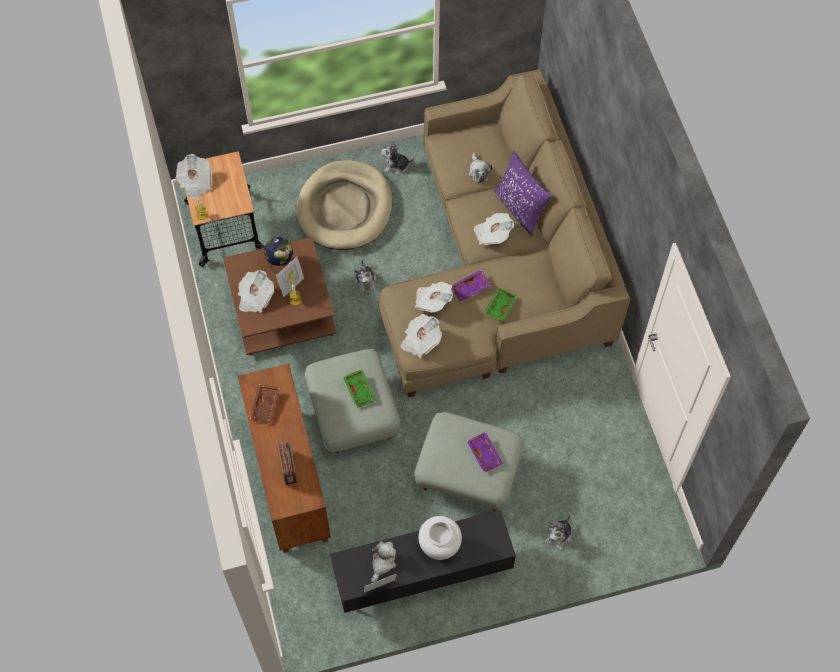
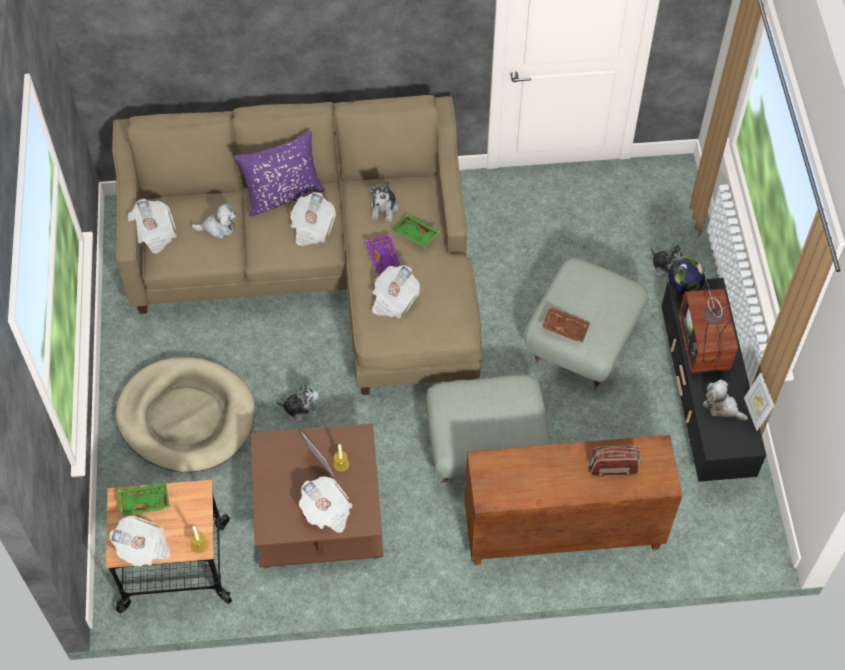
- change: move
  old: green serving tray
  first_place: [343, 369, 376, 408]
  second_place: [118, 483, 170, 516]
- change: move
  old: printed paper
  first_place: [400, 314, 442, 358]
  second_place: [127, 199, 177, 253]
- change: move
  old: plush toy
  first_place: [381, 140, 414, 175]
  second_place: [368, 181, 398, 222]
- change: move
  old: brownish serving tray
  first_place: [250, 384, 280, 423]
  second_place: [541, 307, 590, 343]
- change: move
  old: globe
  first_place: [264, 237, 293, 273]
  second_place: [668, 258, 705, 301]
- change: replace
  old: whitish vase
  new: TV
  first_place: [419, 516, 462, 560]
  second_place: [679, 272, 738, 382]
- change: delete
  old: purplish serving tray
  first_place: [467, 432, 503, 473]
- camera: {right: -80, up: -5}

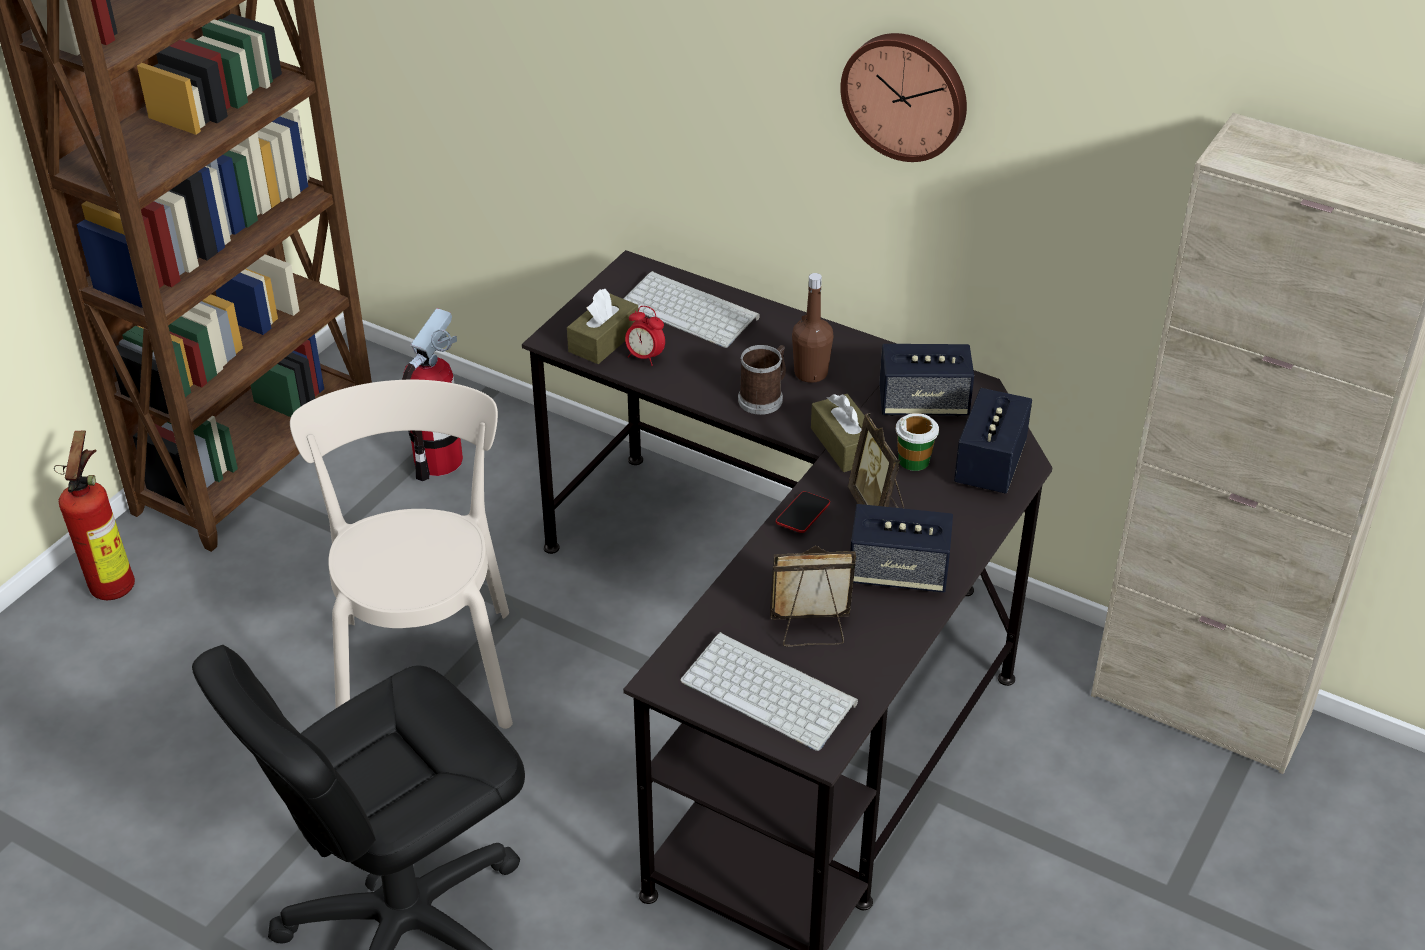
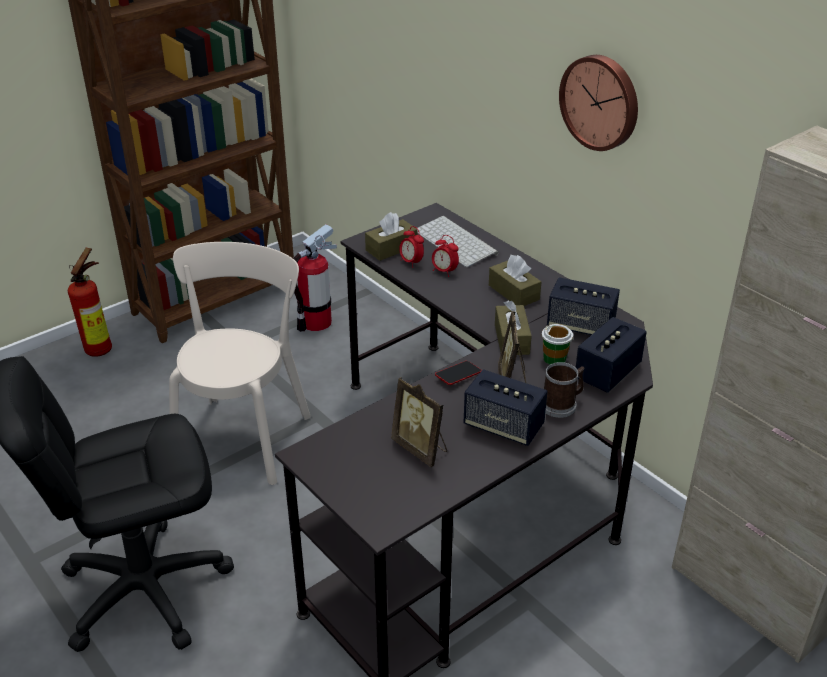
- change: rotate
  old: picture frame
  first_place: [770, 546, 856, 647]
  second_place: [391, 377, 447, 467]
  degrees: -150
- change: insert
  new: bedside clock
  second_place: [432, 235, 459, 277]
- change: replace
  old: brownish bottle
  new: brownish box of tissues
  first_place: [792, 273, 833, 383]
  second_place: [489, 255, 541, 306]
- change: move
  old: tea mug
  first_place: [738, 345, 786, 415]
  second_place: [544, 362, 585, 418]
- change: delete
  old: computer keyboard
  first_place: [680, 632, 858, 751]
- camera: {right: 20, up: -5}

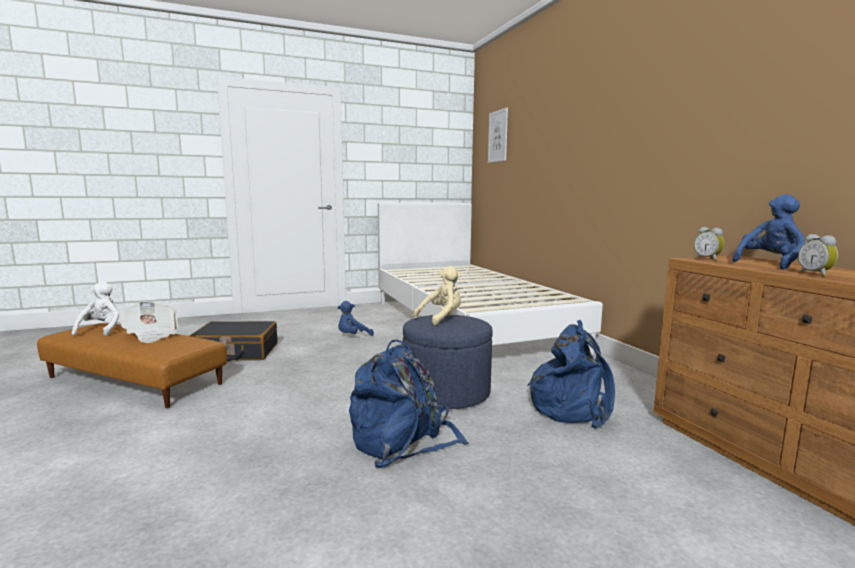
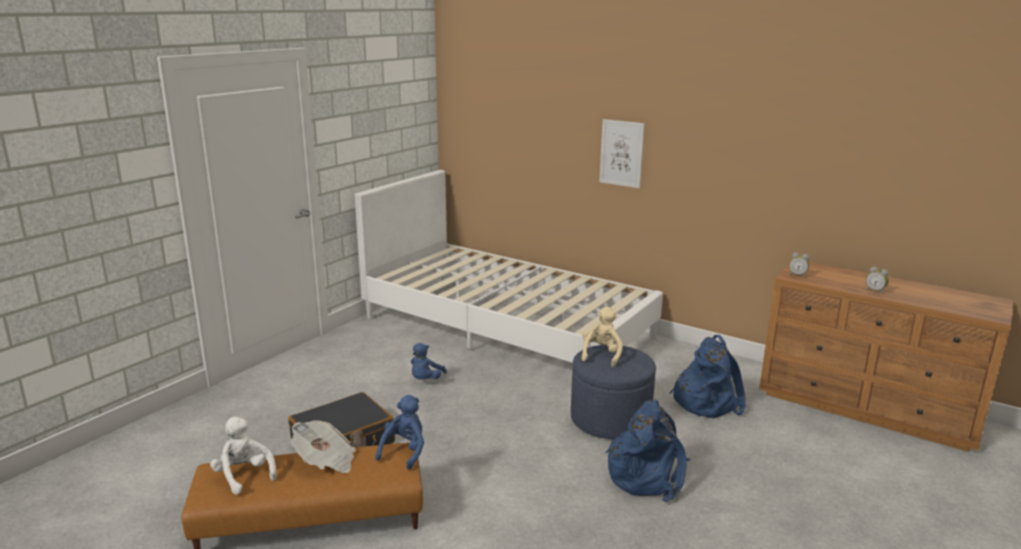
- change: move
  old: bluish plush toy
  first_place: [732, 194, 805, 270]
  second_place: [376, 395, 424, 470]
- change: move
  old: wall picture
  first_place: [488, 108, 508, 163]
  second_place: [599, 119, 645, 188]
- camera: {right: -35, up: 10}

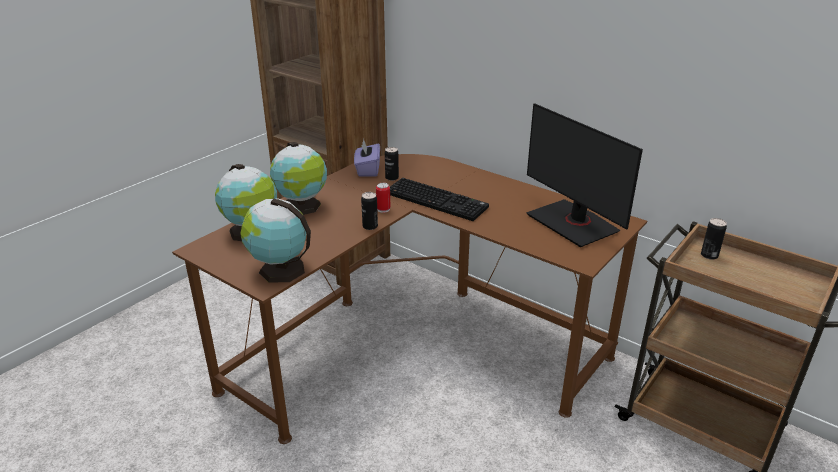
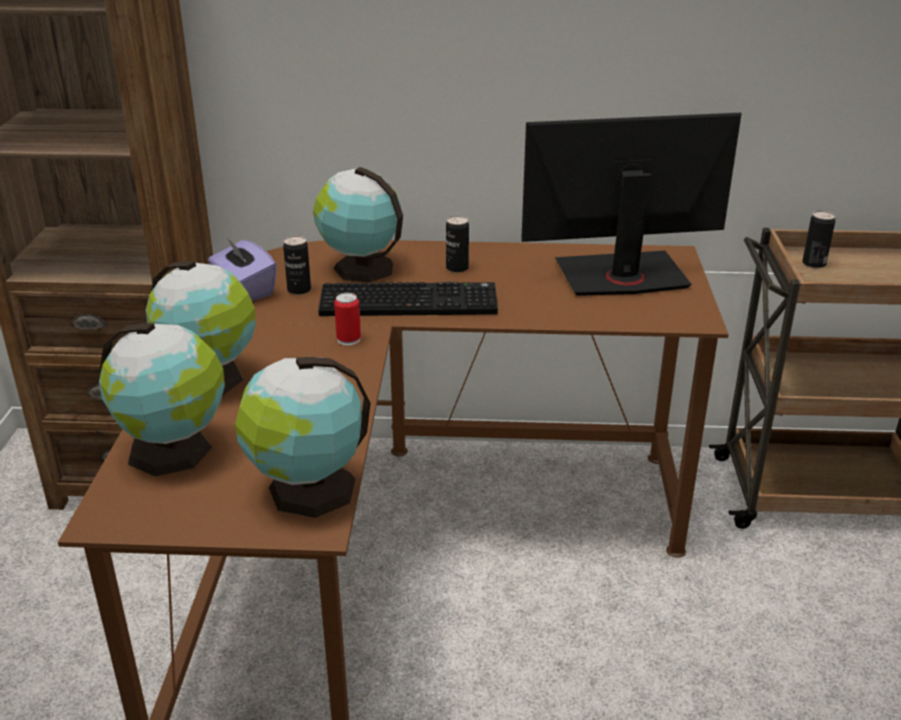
- change: insert
  new: globe
  second_place: [313, 167, 403, 283]
- change: move
  old: sealed can
  first_place: [361, 192, 378, 230]
  second_place: [446, 216, 469, 273]
- change: rotate
  old: computer display
  first_place: [526, 103, 643, 247]
  second_place: [521, 113, 742, 296]
  degrees: 150
- camera: {right: -35, up: 0}

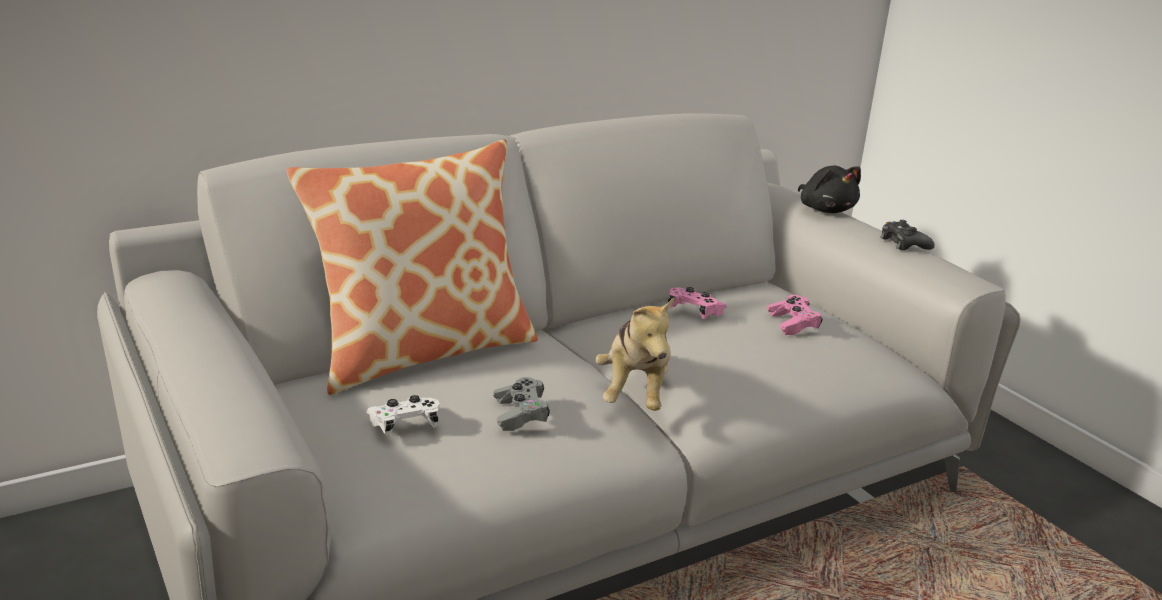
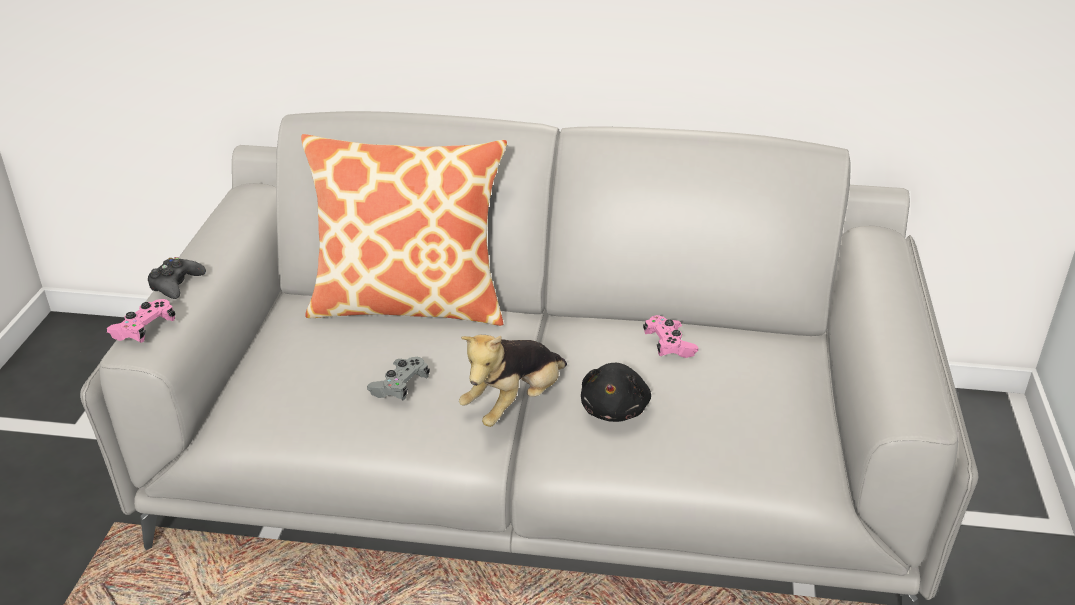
- change: move
  old: pink game controller
  first_place: [767, 295, 822, 335]
  second_place: [107, 299, 175, 343]
- change: move
  old: black game controller
  first_place: [880, 220, 935, 250]
  second_place: [148, 257, 206, 299]
- change: move
  old: black plush toy
  first_place: [798, 166, 861, 213]
  second_place: [581, 363, 651, 422]
- change: delete
  old: whitish game controller
  first_place: [366, 395, 440, 436]
- camera: {right: 40, up: 10}

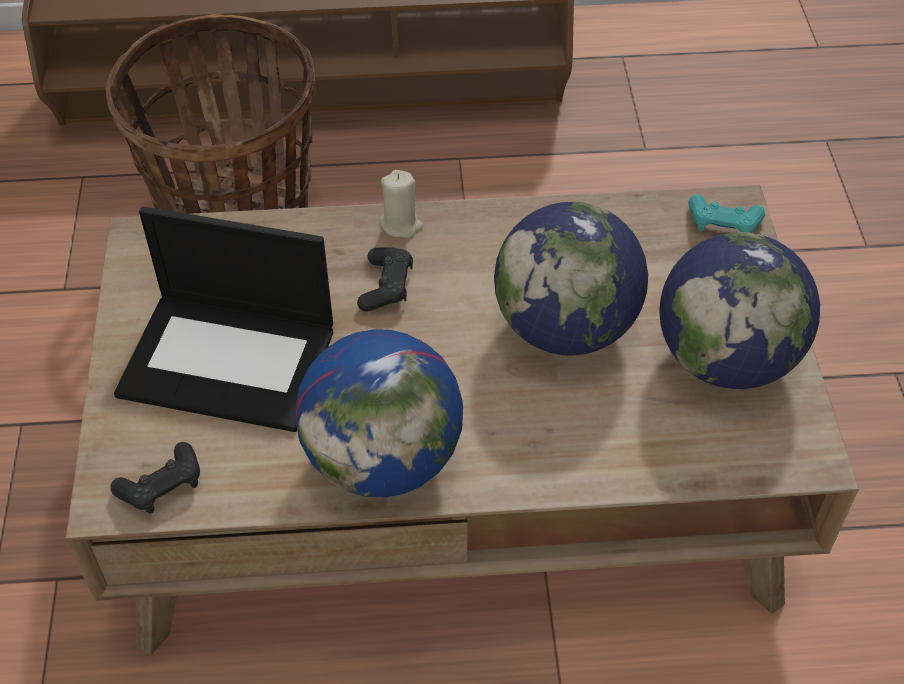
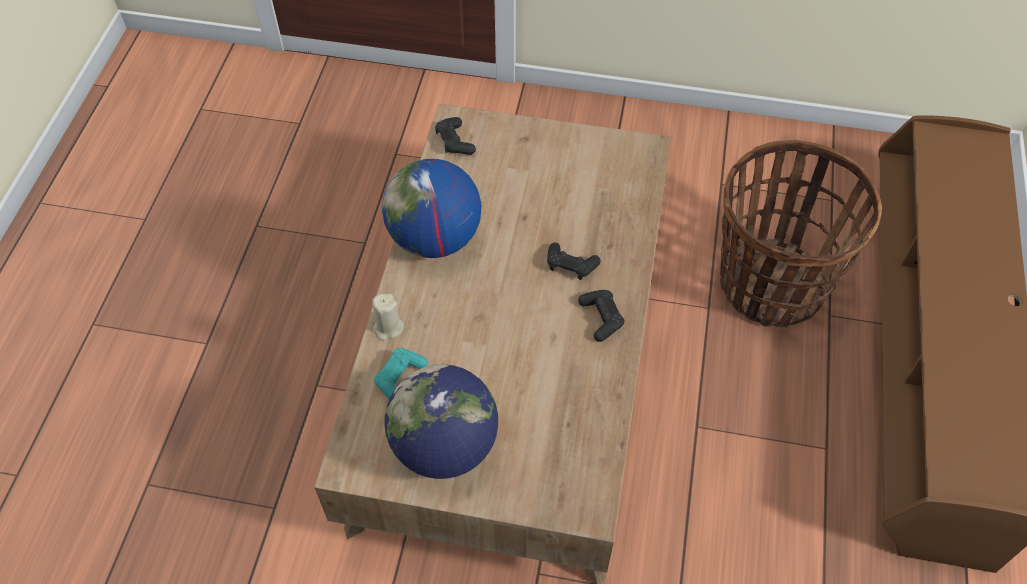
- change: move
  old: beige wax candle
  first_place: [380, 170, 423, 238]
  second_place: [372, 294, 404, 341]
- change: move
  old: turquoise-coloured game controller
  first_place: [688, 194, 765, 233]
  second_place: [374, 348, 428, 399]
- change: insert
  new: black game controller
  second_place: [578, 290, 624, 342]
- change: delete
  old: notebook computer
  first_place: [114, 206, 333, 432]
- change: delete
  old: globe
  first_place: [494, 202, 648, 356]
- camera: {right: 105, up: 5}

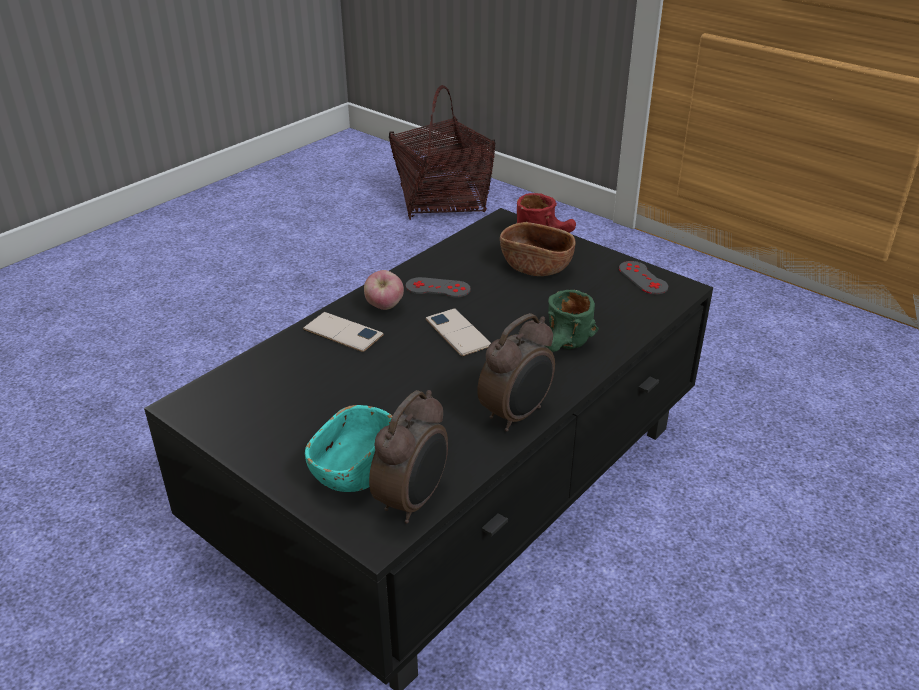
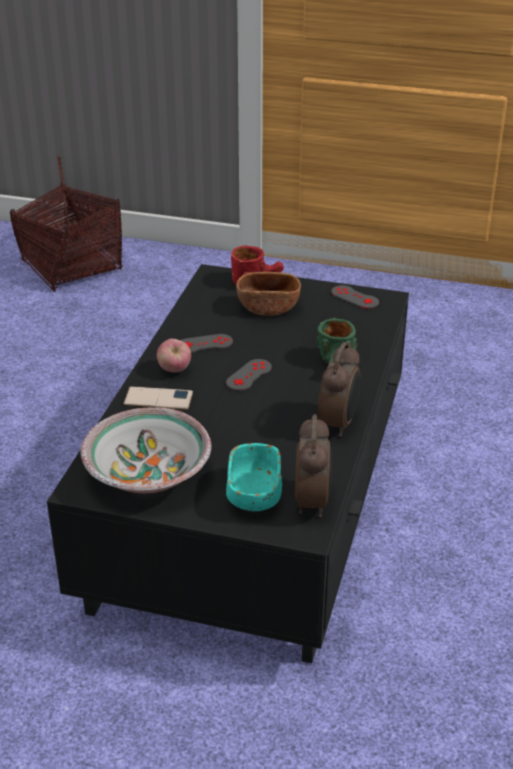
- change: insert
  new: bowl
  second_place: [80, 407, 212, 493]
- change: replace
  old: handset
  new: gray game controller
  first_place: [426, 308, 491, 356]
  second_place: [226, 359, 272, 391]
- camera: {right: -25, up: 0}

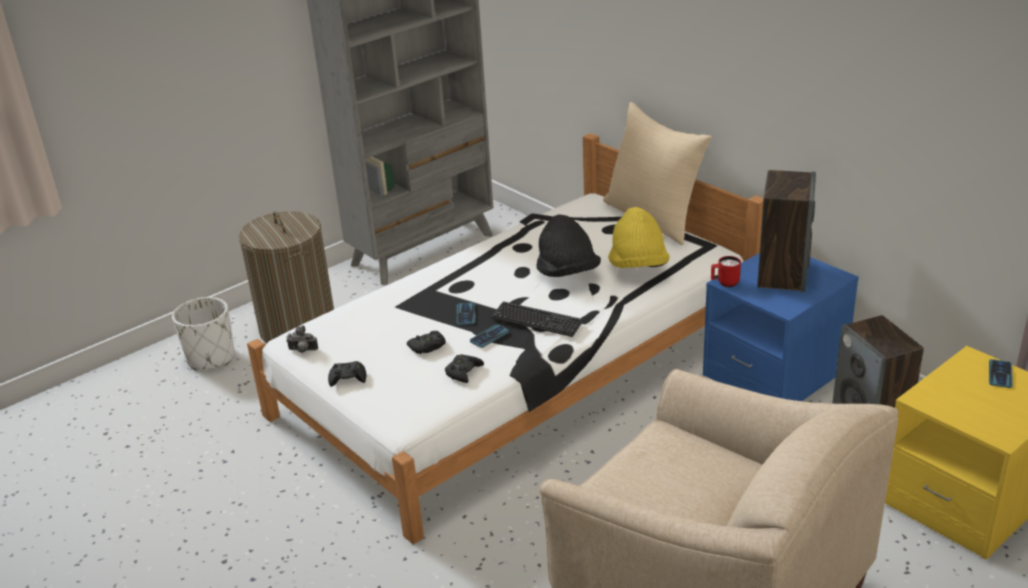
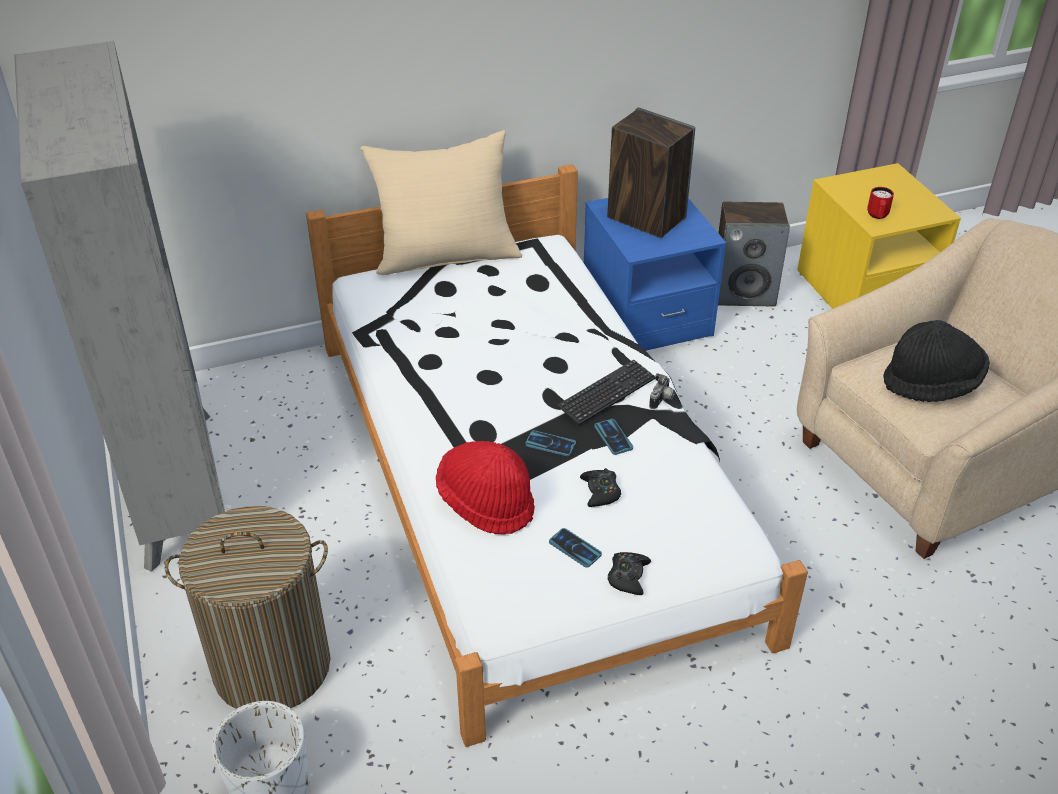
- change: insert
  new: red-coloured wearable hat
  second_place: [436, 441, 535, 535]
- change: move
  old: handset
  first_place: [989, 359, 1013, 388]
  second_place: [549, 528, 602, 568]
- change: move
  old: still camera
  first_place: [286, 325, 318, 353]
  second_place: [649, 373, 675, 409]
- change: move
  old: red-coloured tea mug
  first_place: [711, 256, 741, 287]
  second_place: [867, 187, 894, 219]
- change: move
  old: black wearable hat
  first_place: [536, 215, 601, 277]
  second_place: [884, 320, 990, 402]
- change: delete
  old: black game controller
  first_place: [445, 354, 484, 383]
- change: delete
  old: yellow wearable hat
  first_place: [608, 207, 670, 268]
- camera: {right: -70, up: 10}

